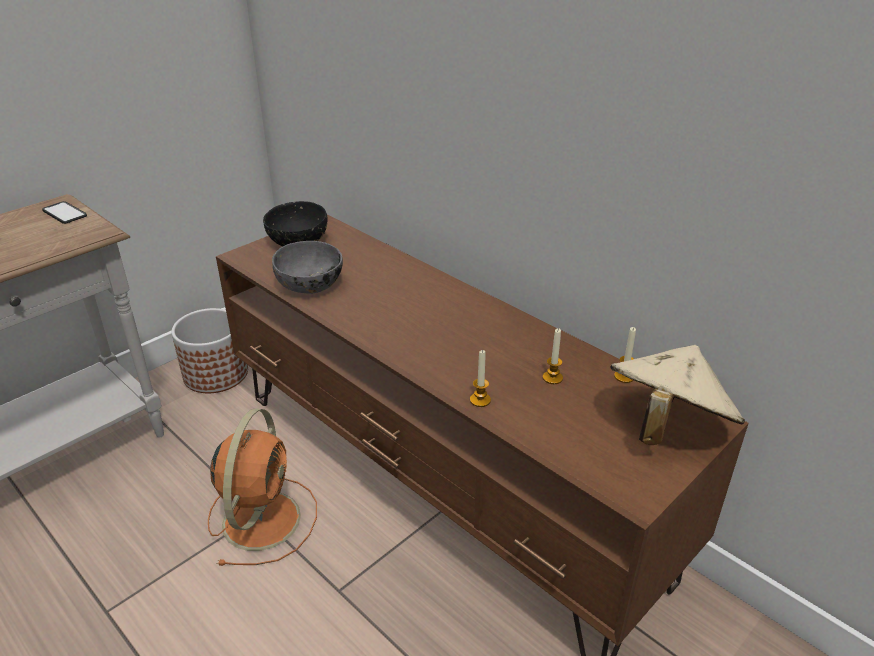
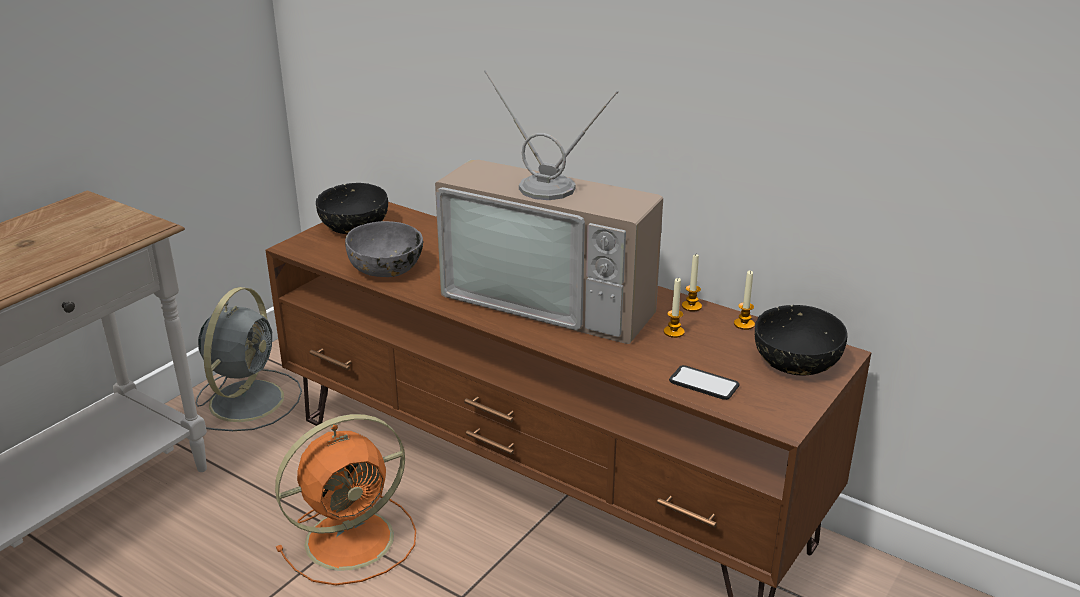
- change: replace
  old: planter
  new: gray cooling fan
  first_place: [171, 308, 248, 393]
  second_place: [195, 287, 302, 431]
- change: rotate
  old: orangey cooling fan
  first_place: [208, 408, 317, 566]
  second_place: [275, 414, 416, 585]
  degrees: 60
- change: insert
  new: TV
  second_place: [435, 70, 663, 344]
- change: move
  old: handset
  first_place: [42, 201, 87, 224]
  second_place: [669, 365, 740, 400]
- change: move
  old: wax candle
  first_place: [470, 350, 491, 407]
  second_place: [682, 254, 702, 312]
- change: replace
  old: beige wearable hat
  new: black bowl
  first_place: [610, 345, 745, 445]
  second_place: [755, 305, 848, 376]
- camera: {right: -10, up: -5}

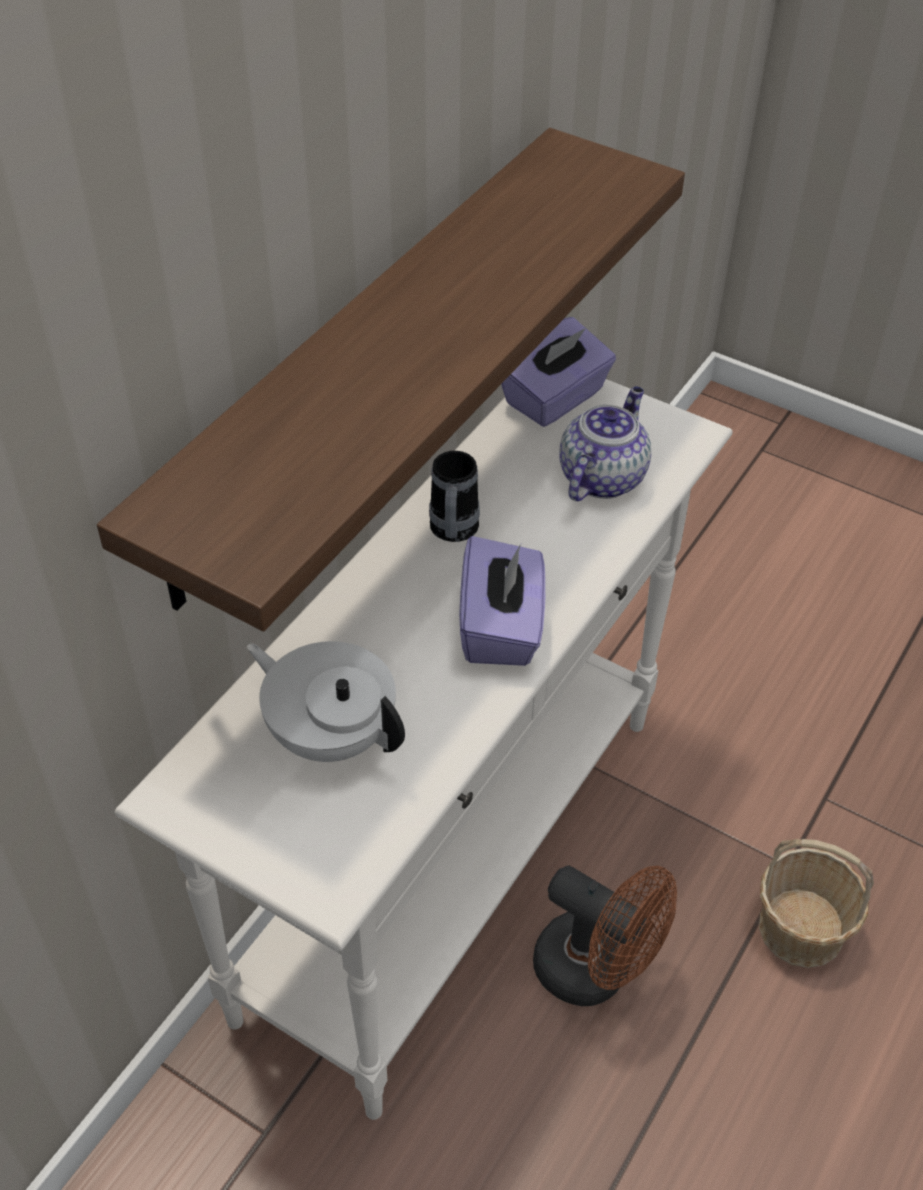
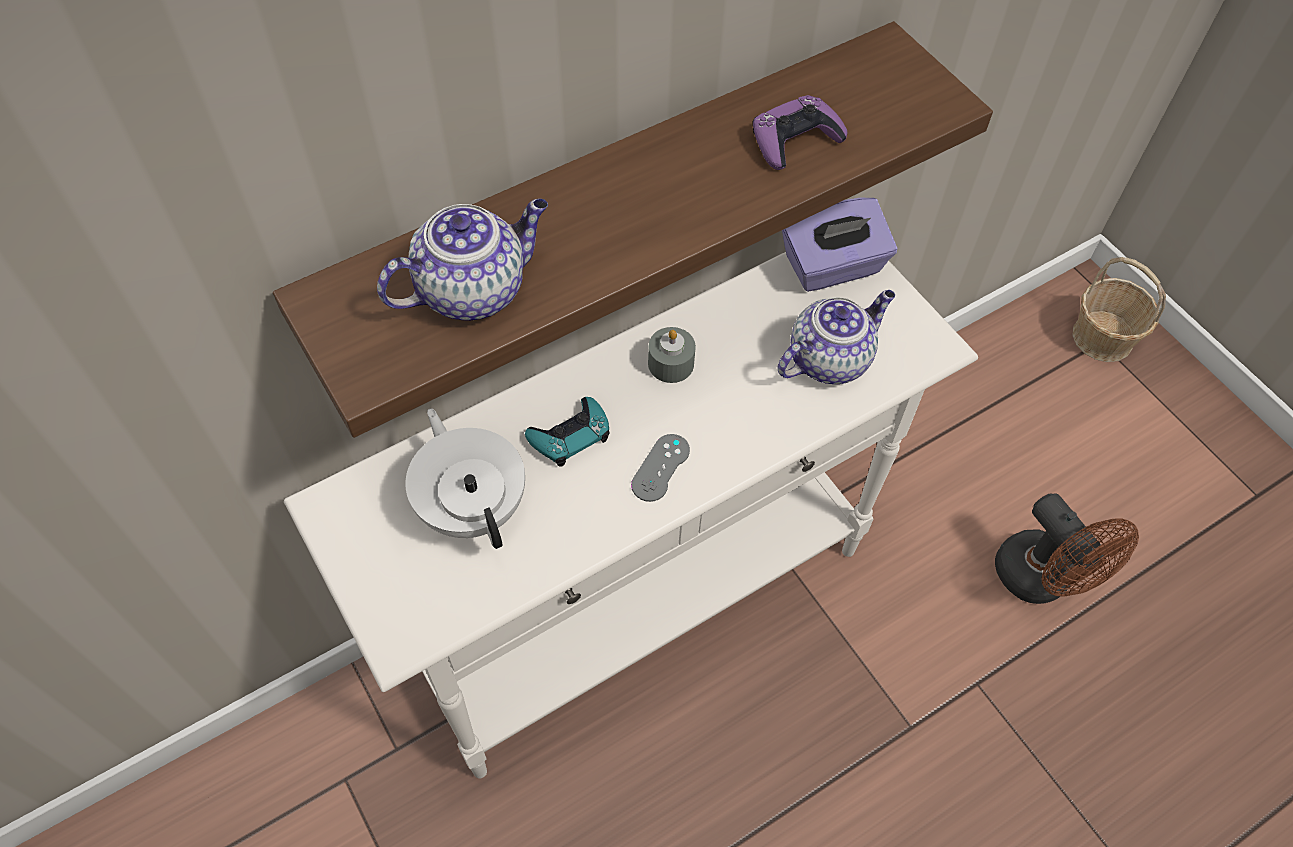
- change: insert
  new: pot for tea
  second_place: [377, 199, 548, 320]
- change: insert
  new: turquoise-coloured game controller
  second_place: [525, 397, 609, 467]
- change: replace
  old: purplish box of tissues
  new: gray game controller
  first_place: [459, 536, 546, 666]
  second_place: [631, 434, 690, 502]
- change: replace
  old: tea mug
  new: gray wax candle
  first_place: [429, 451, 480, 542]
  second_place: [648, 327, 696, 383]
- change: insert
  new: purplish game controller
  second_place: [752, 95, 847, 170]
- change: move
  old: brownish cooling fan
  first_place: [533, 865, 677, 1006]
  second_place: [995, 493, 1139, 604]
- change: move
  old: household basket
  first_place: [759, 839, 874, 968]
  second_place: [1072, 257, 1166, 362]
- camera: {right: 25, up: 10}

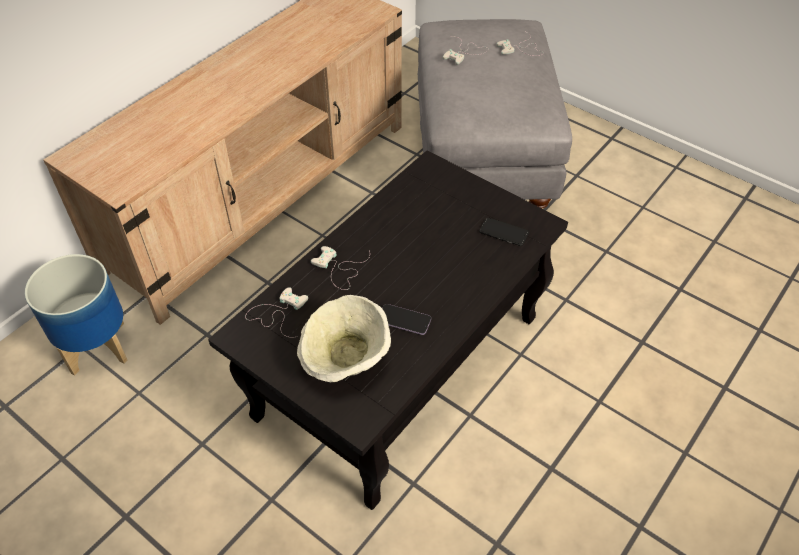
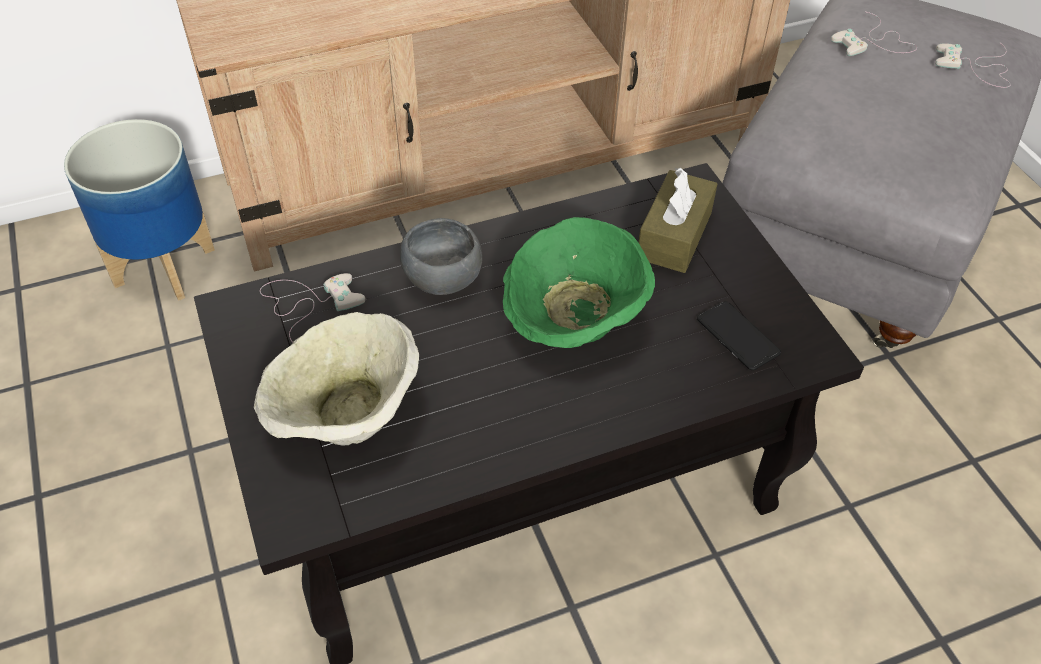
- change: replace
  old: whitish game controller
  new: gray bowl
  first_place: [311, 246, 370, 290]
  second_place: [400, 218, 483, 295]
- change: insert
  new: green bowl
  second_place: [503, 217, 655, 348]
- change: insert
  new: brownish box of tissues
  second_place: [638, 168, 717, 273]
- change: delete
  old: handset
  first_place: [382, 304, 431, 335]
- camera: {right: 30, up: 0}

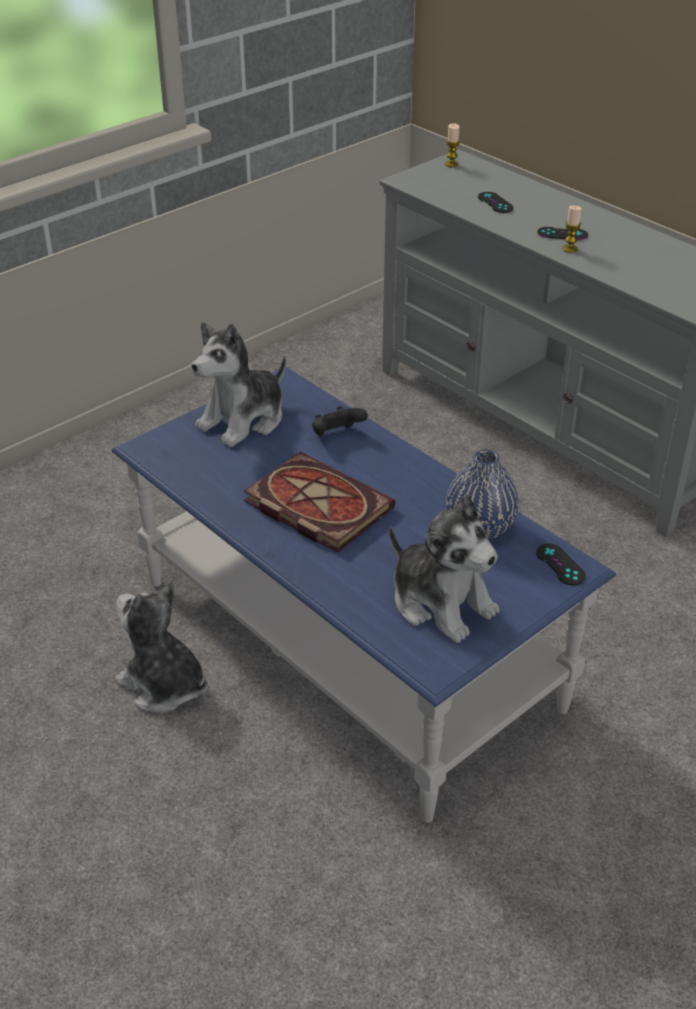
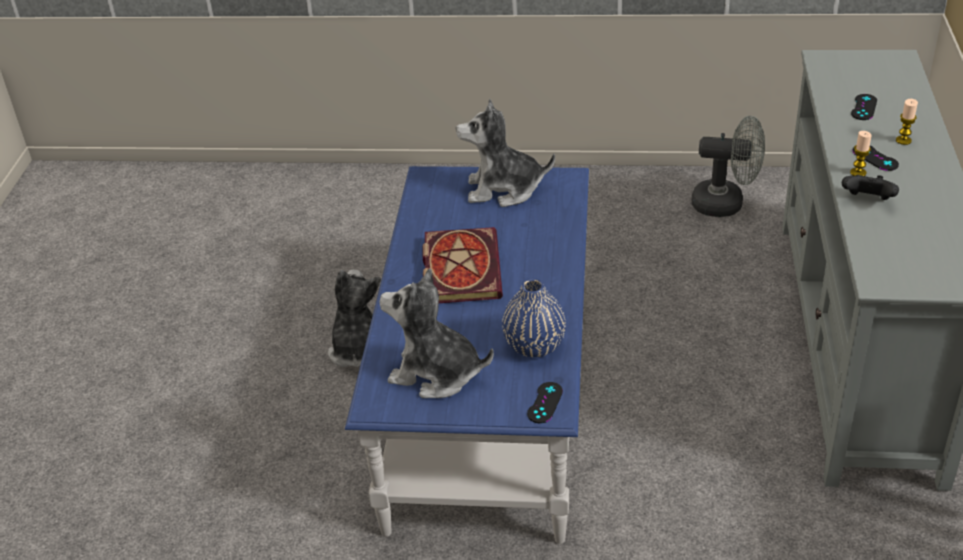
- change: rotate
  old: plush toy
  first_place: [389, 494, 500, 643]
  second_place: [379, 268, 494, 398]
  degrees: 105
- change: insert
  new: gray cooling fan
  second_place: [692, 116, 765, 217]
- change: move
  old: black game controller
  first_place: [312, 406, 368, 436]
  second_place: [842, 175, 899, 200]
- change: move
  old: wax candle
  first_place: [445, 123, 460, 167]
  second_place: [896, 99, 918, 145]
- camera: {right: 50, up: 0}

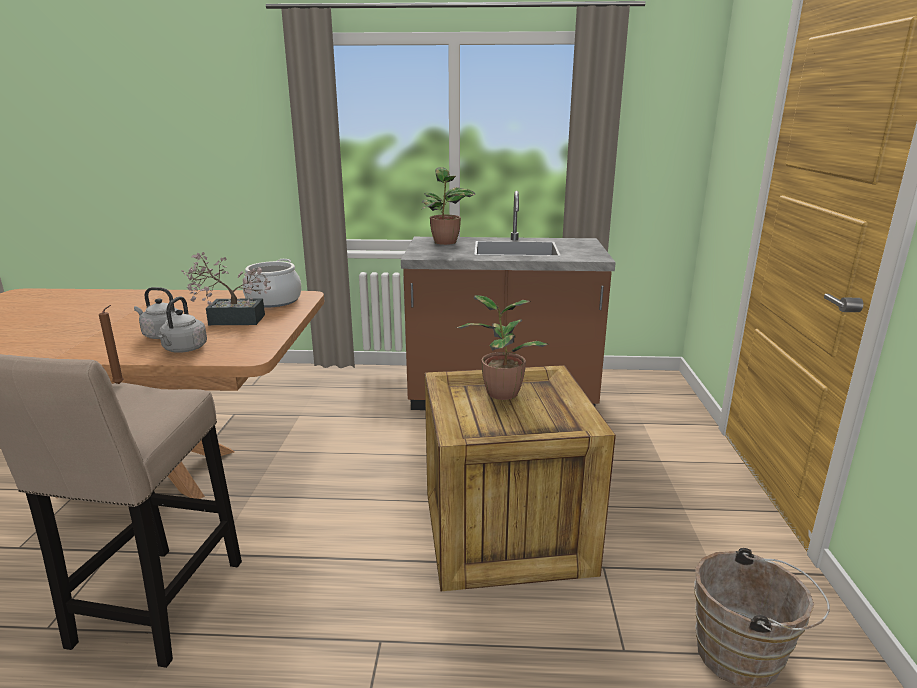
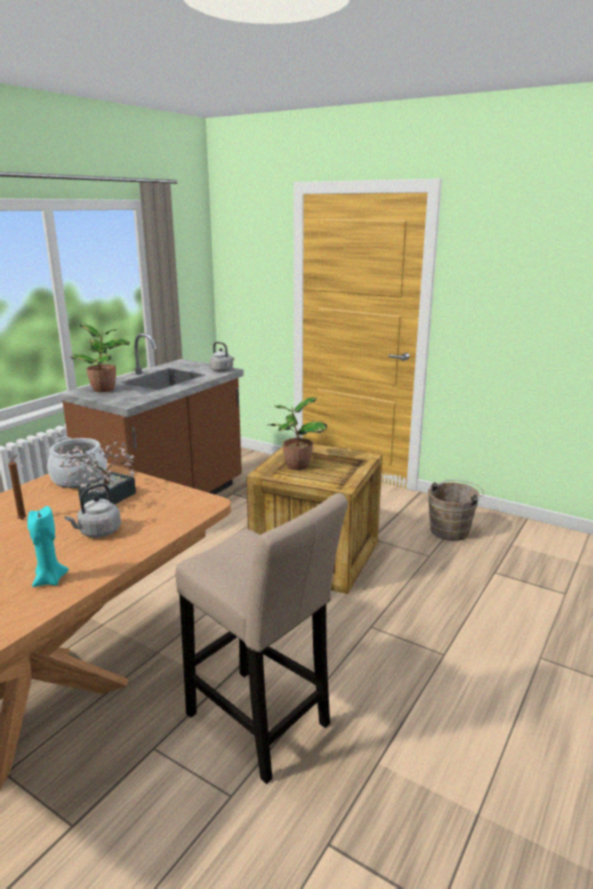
- change: move
  old: brownish wax candle
  first_place: [99, 305, 124, 384]
  second_place: [8, 454, 27, 520]
- change: insert
  new: turquoise-coloured wax candle
  second_place: [27, 506, 69, 587]
- change: move
  old: gray kettle
  first_place: [157, 297, 207, 353]
  second_place: [210, 342, 234, 372]
- camera: {right: -60, up: 0}

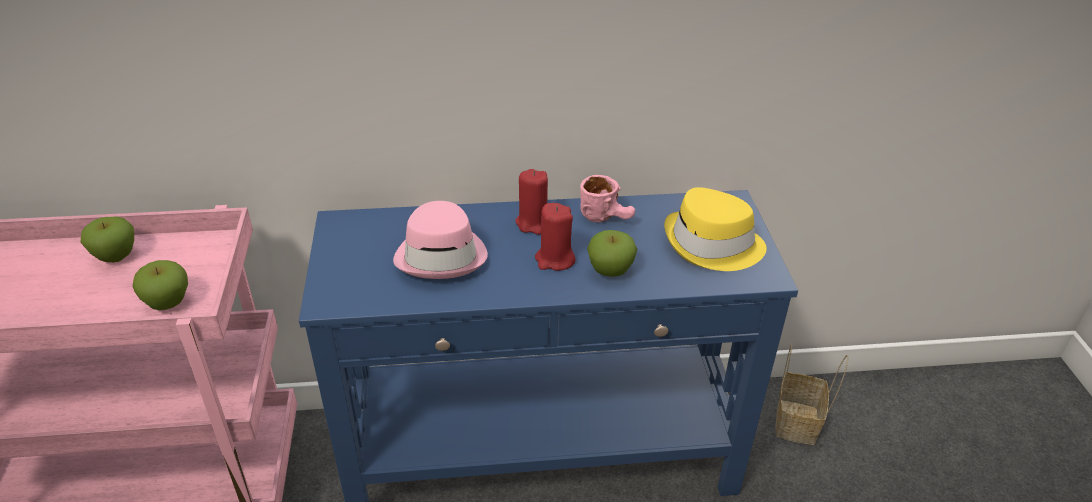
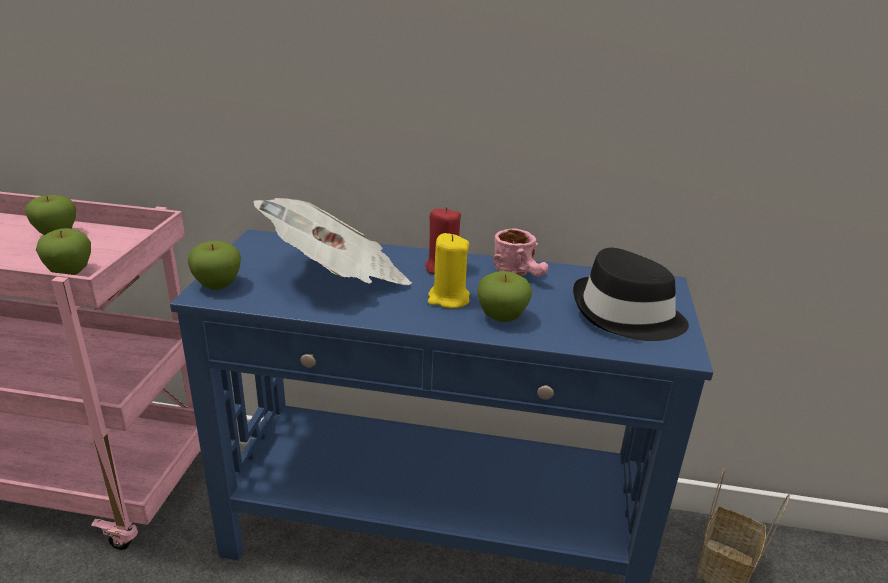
- change: insert
  new: whole apple
  second_place: [188, 241, 241, 290]
- change: replace
  old: pink wearable hat
  new: printed paper
  first_place: [393, 201, 488, 279]
  second_place: [253, 198, 412, 285]
- change: recolor
  old: red-coloured wax candle
  new: yellow wax candle
  first_place: [535, 203, 576, 271]
  second_place: [428, 233, 470, 308]
- change: recolor
  old: yellow wearable hat
  new: black wearable hat
  first_place: [664, 187, 767, 271]
  second_place: [573, 248, 689, 341]
- camera: {right: 15, up: -10}

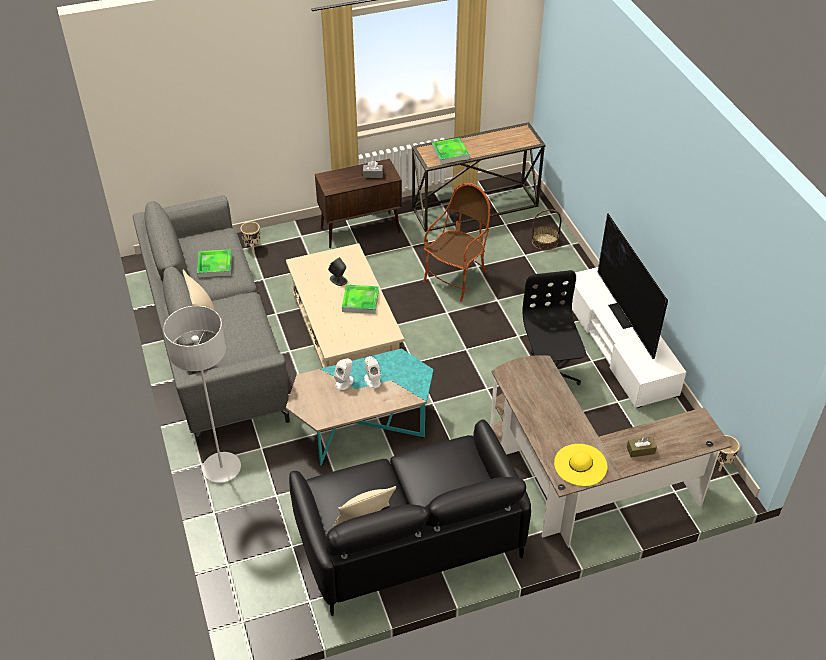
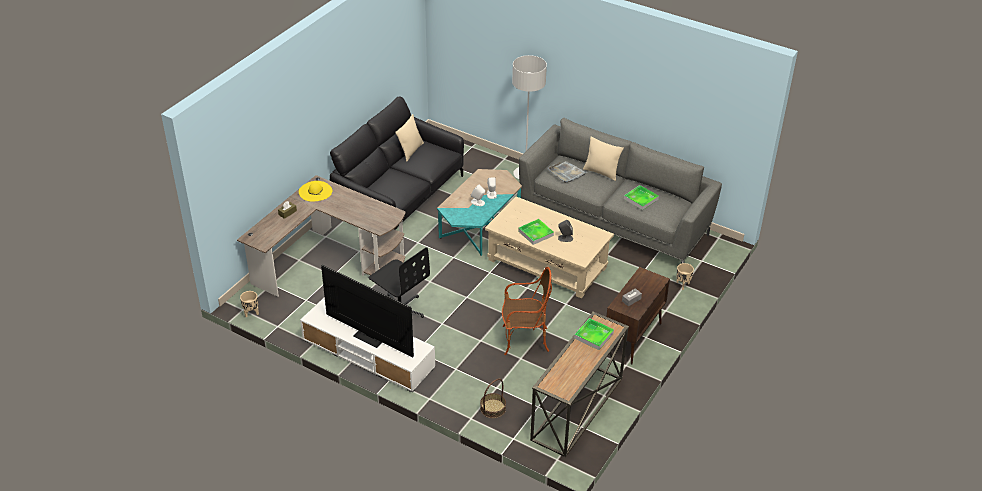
- change: rotate
  old: easy chair
  first_place: [423, 183, 490, 302]
  second_place: [502, 267, 552, 355]
  degrees: -90
- change: insert
  new: gray serving tray
  second_place: [548, 161, 588, 183]
- camera: {right: 140, up: -5}

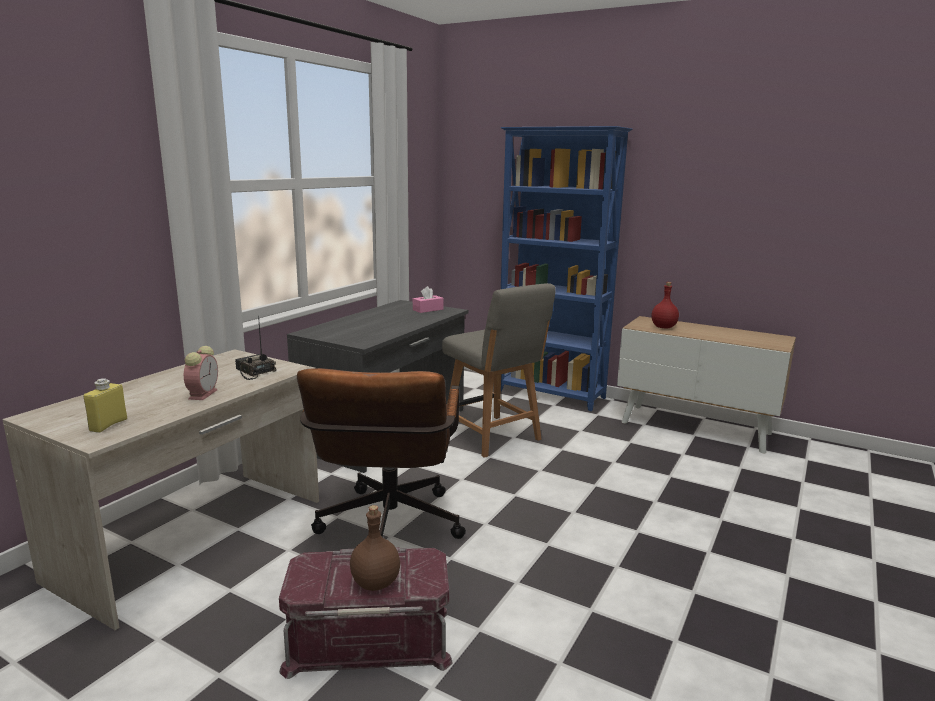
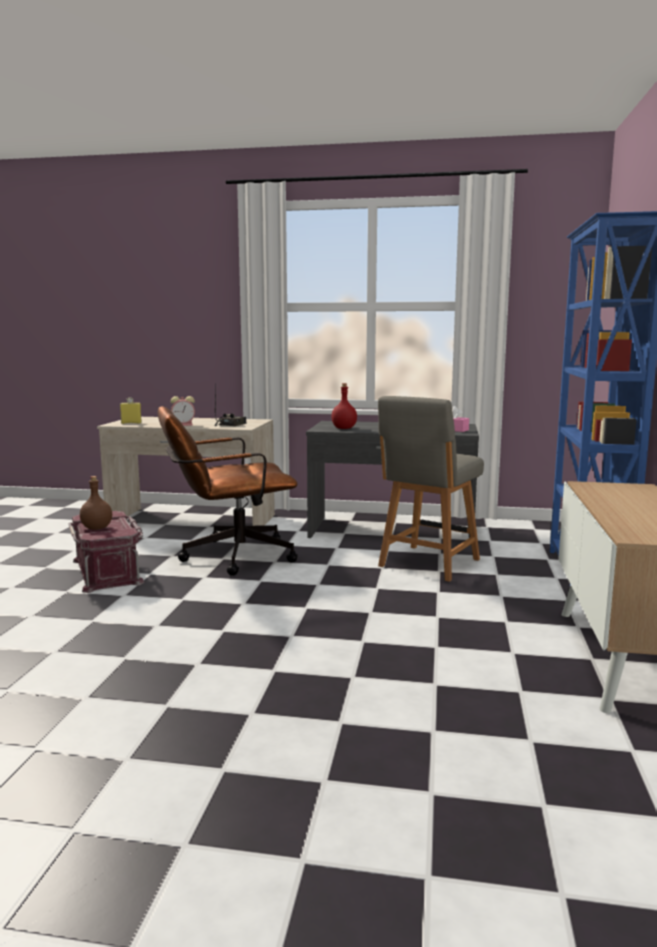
- change: move
  old: red-coloured bottle
  first_place: [651, 282, 679, 329]
  second_place: [331, 383, 357, 429]
- camera: {right: 70, up: -5}

